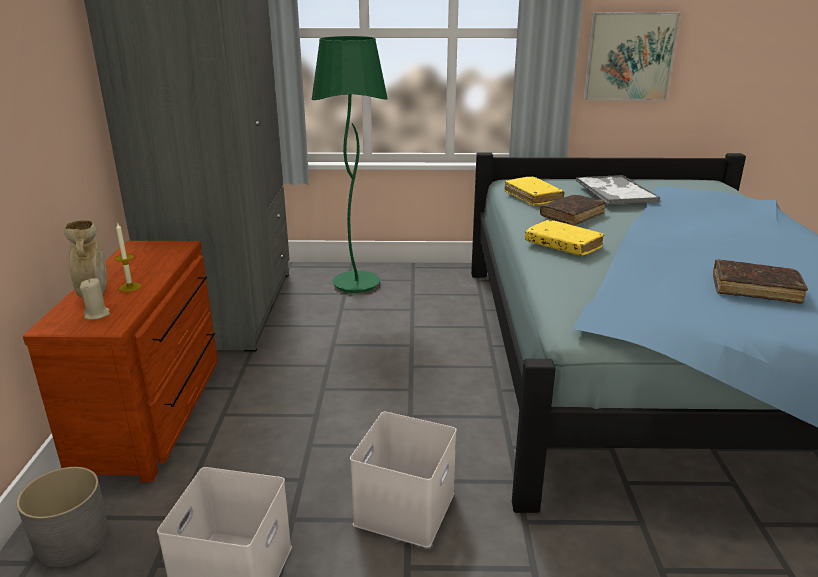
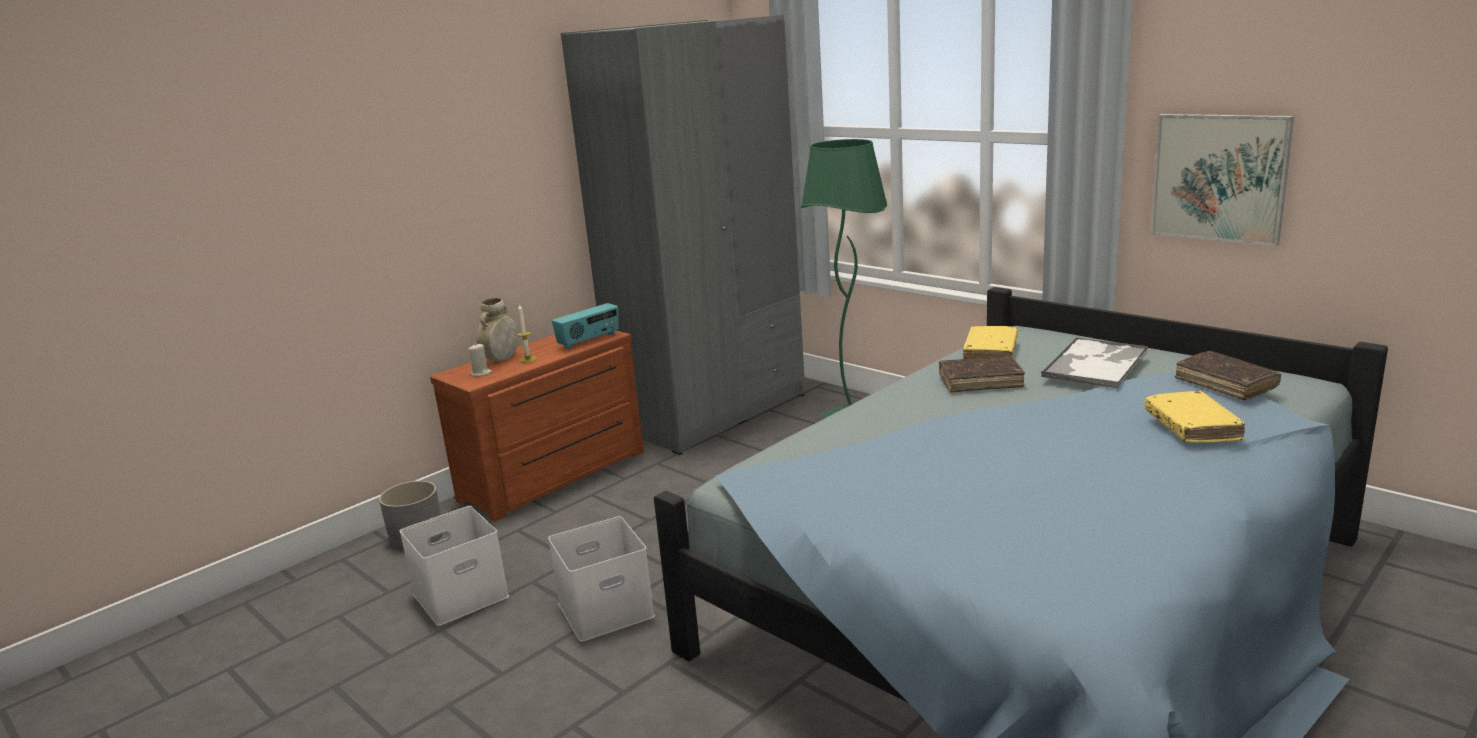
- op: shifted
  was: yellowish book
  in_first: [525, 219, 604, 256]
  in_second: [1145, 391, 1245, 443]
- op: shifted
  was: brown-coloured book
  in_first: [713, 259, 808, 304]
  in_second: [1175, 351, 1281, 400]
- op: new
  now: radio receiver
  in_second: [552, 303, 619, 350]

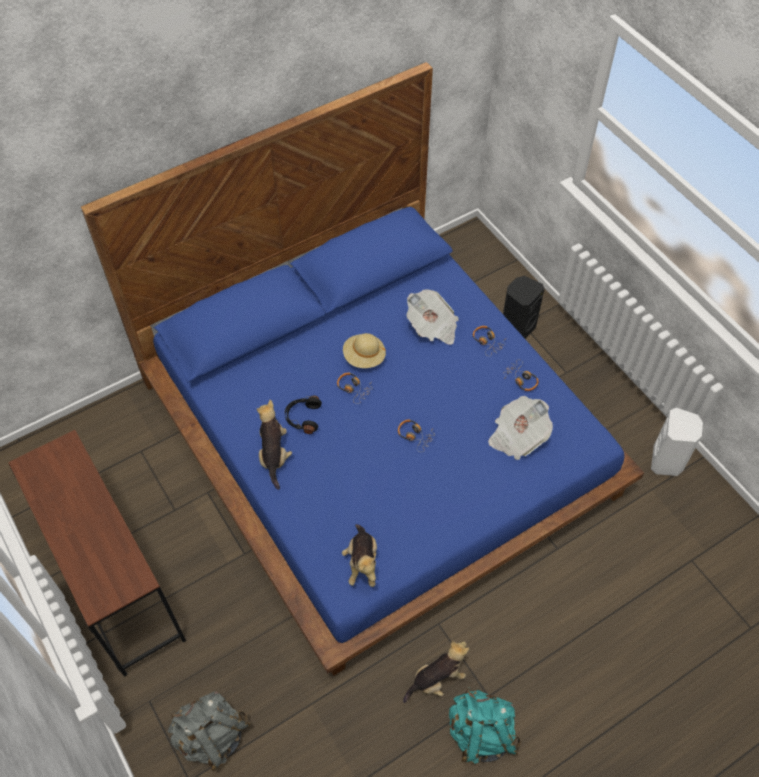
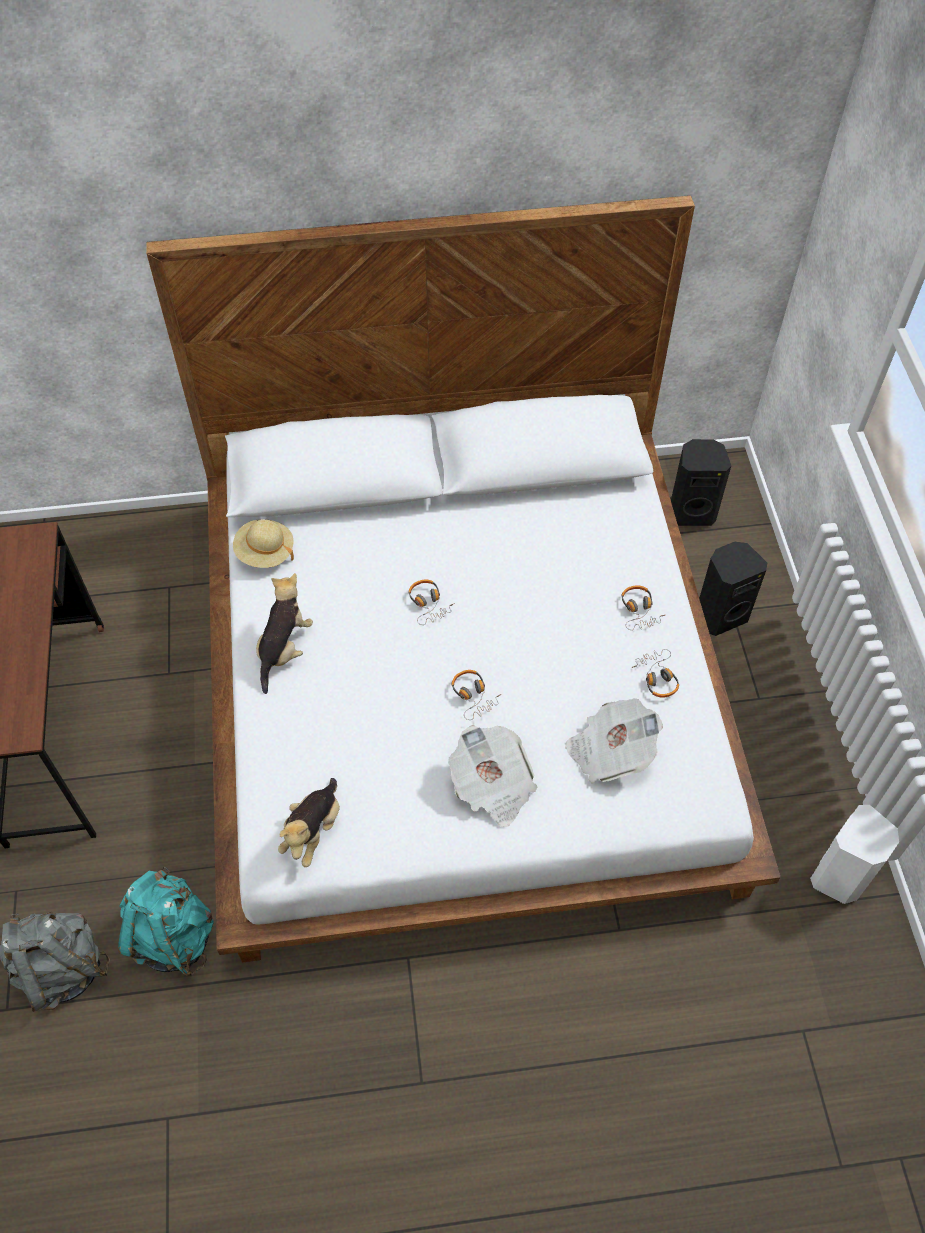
- op: repainted
  was: blue bed
  now: white bed
  in_first: [81, 62, 644, 676]
  in_second: [146, 195, 781, 962]
- op: shifted
  was: printed paper
  in_first: [406, 289, 458, 345]
  in_second: [448, 725, 538, 827]
- op: shifted
  was: beige-coloured wearable hat
  in_first: [343, 333, 386, 368]
  in_second: [233, 519, 294, 568]
- op: gone
  was: blackish pair of headphones
  in_first: [285, 395, 322, 434]
- op: gone
  was: soft toy
  in_first: [403, 641, 469, 703]
- op: shifted
  was: blue-green knapsack
  in_first: [449, 687, 521, 764]
  in_second: [118, 867, 214, 977]
- op: new
  now: blackish loudspeaker
  in_second: [671, 439, 731, 526]

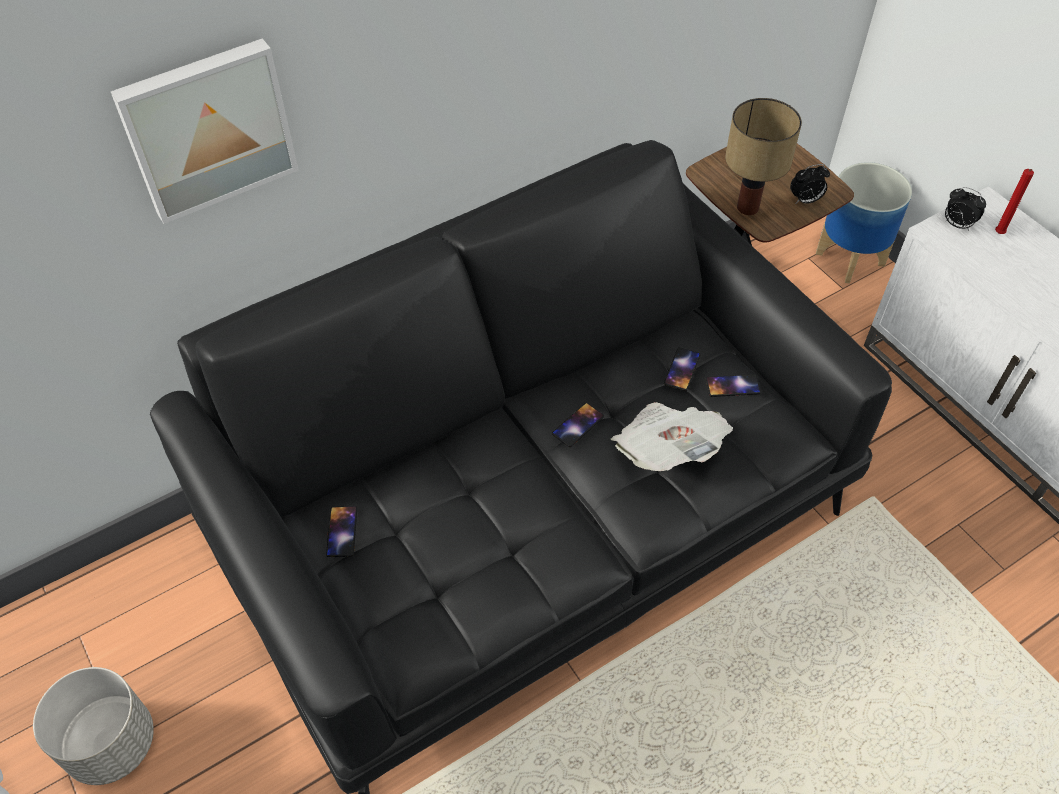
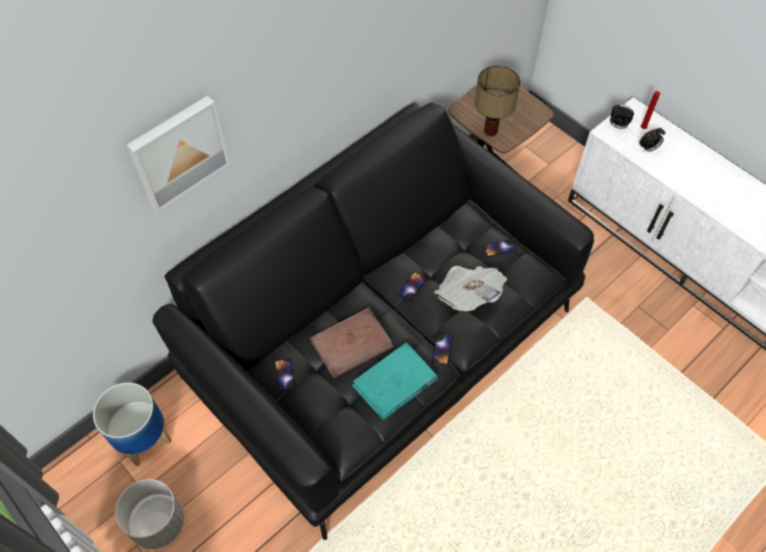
- op: shifted
  was: plant pot
  in_first: [816, 162, 912, 284]
  in_second: [93, 382, 171, 466]
- op: shifted
  was: alarm clock
  in_first: [790, 164, 830, 204]
  in_second: [639, 128, 665, 152]
- op: shifted
  was: telephone
  in_first: [664, 347, 701, 391]
  in_second: [432, 333, 453, 365]
- op: new
  now: brown-coloured book
  in_second: [310, 308, 394, 378]
- op: new
  now: blue-green book
  in_second: [352, 342, 438, 420]

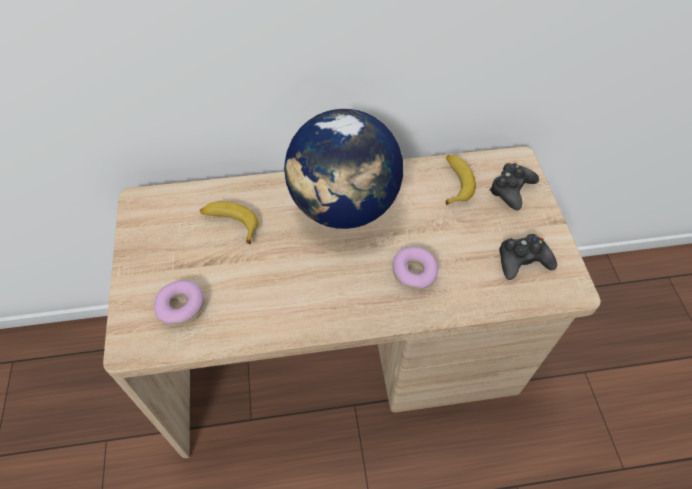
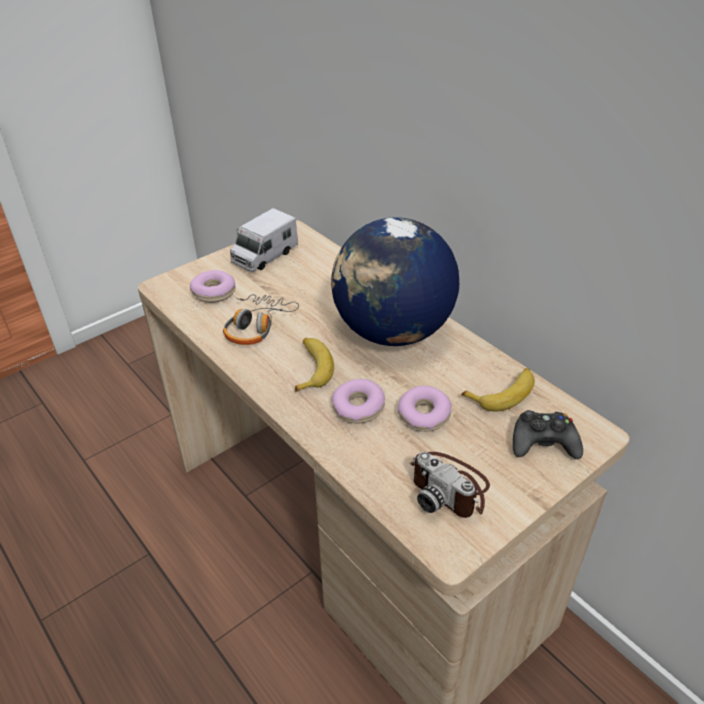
- op: shifted
  was: whole banana
  in_first: [200, 202, 258, 244]
  in_second: [295, 338, 334, 392]
- op: swapped
  was: blackish game controller
  now: photo camera
  in_first: [499, 234, 557, 280]
  in_second: [410, 452, 490, 518]
- op: new
  now: model truck
  in_second: [230, 208, 298, 272]
- op: new
  now: pair of headphones
  in_second: [223, 294, 299, 345]
- op: new
  now: donut
  in_second: [398, 386, 452, 432]

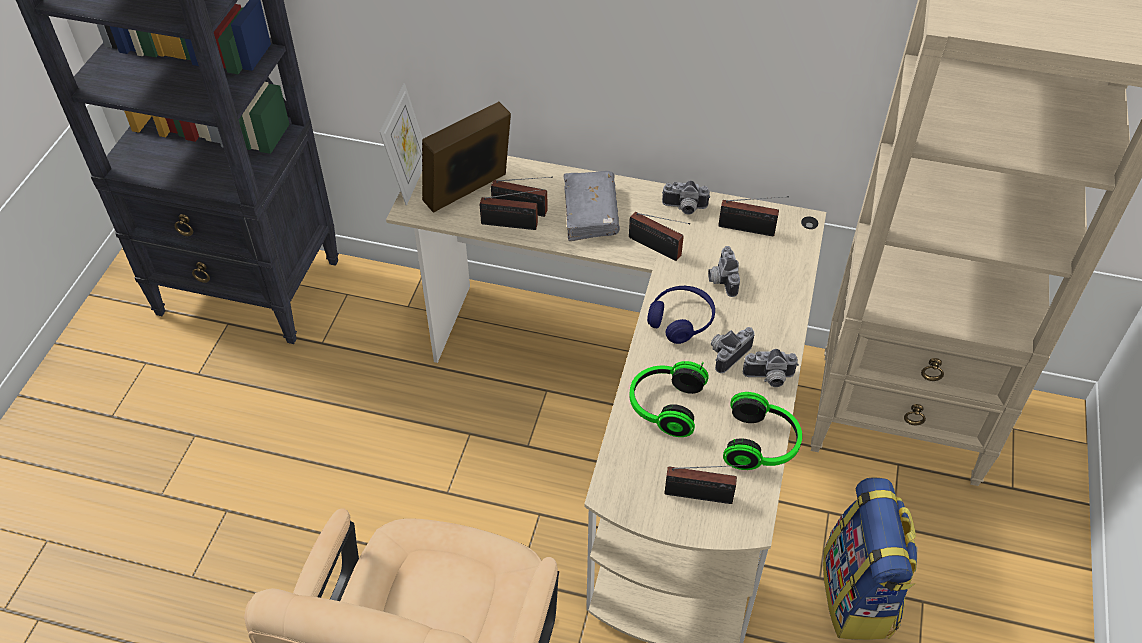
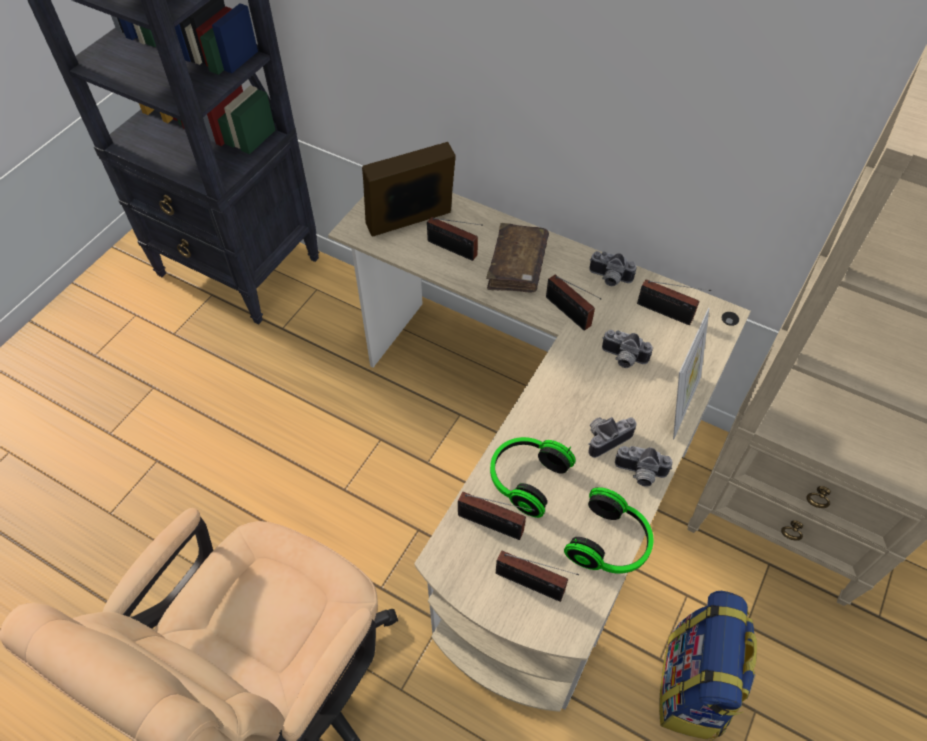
- op: shifted
  was: photo frame
  in_first: [380, 83, 423, 206]
  in_second: [673, 308, 709, 439]
- op: repainted
  was: grey book
  now: brown-coloured book
  in_first: [564, 171, 620, 241]
  in_second: [486, 223, 549, 293]
- op: shifted
  was: radio receiver
  in_first: [480, 189, 543, 230]
  in_second: [458, 492, 535, 540]
- op: rotated
  was: photo camera
  in_first: [708, 246, 740, 297]
  in_second: [602, 330, 653, 368]
  clockwise: -75
- op: gone
  was: blue pair of headphones
  in_first: [647, 286, 715, 344]

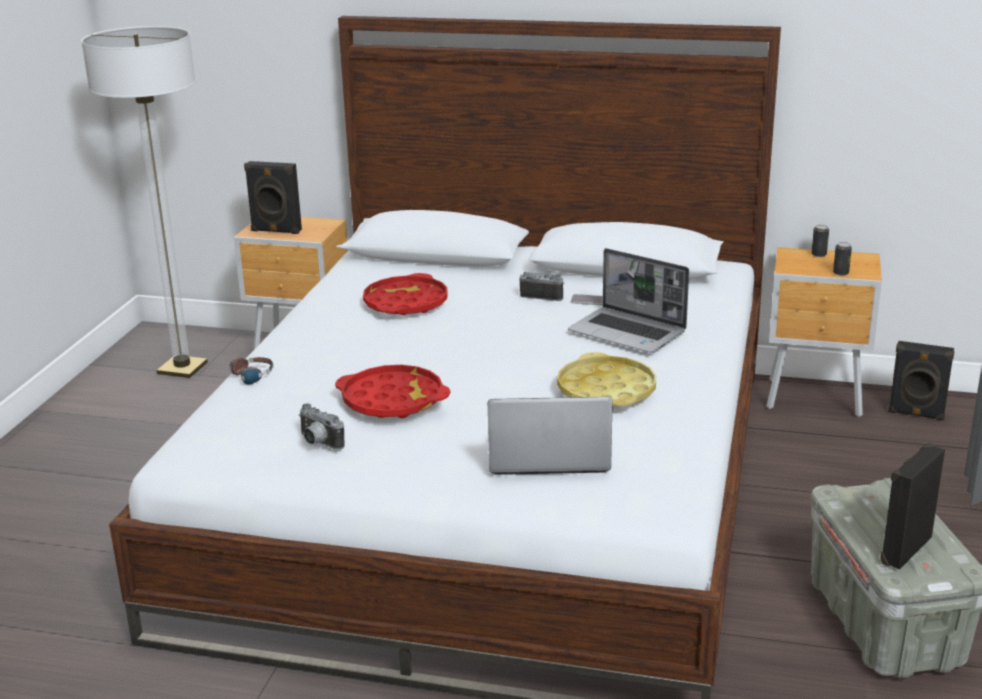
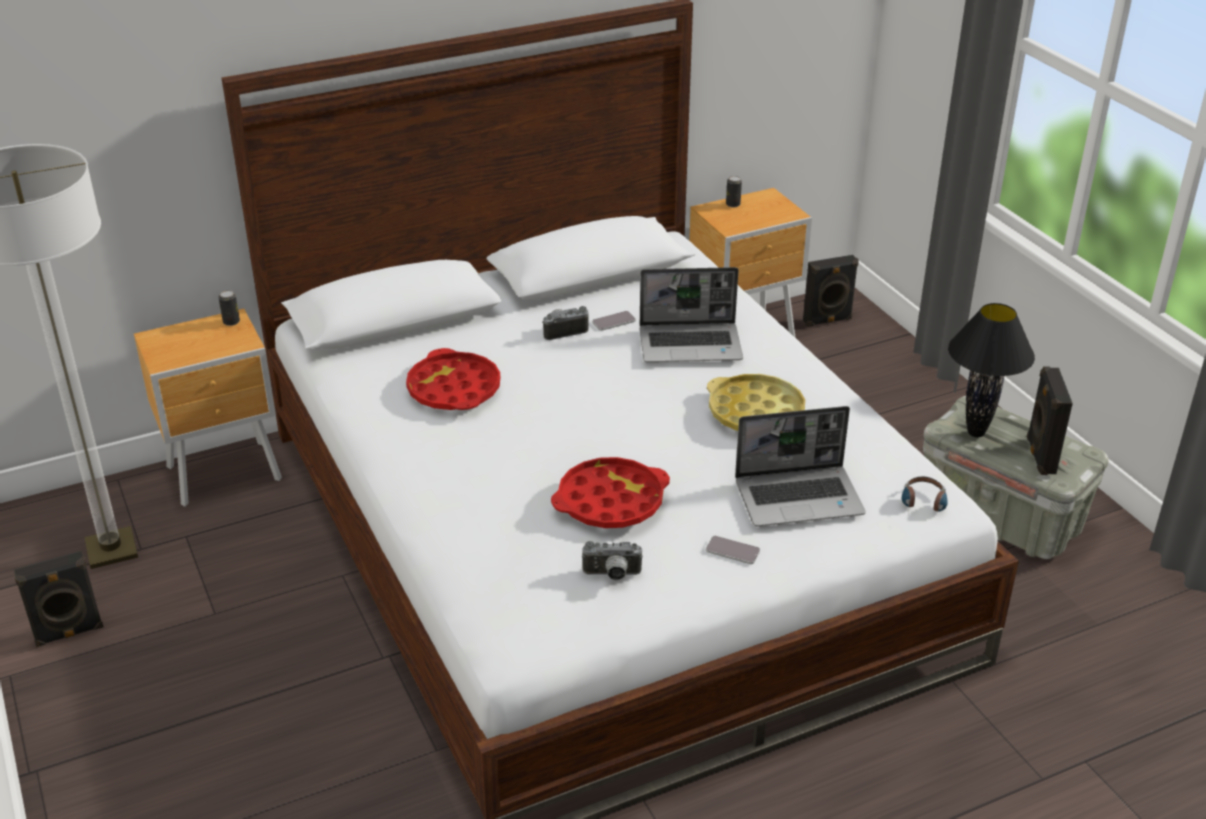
- op: shifted
  was: blackish loudspeaker
  in_first: [244, 161, 302, 234]
  in_second: [14, 551, 104, 647]
- op: shifted
  was: can
  in_first: [833, 242, 852, 276]
  in_second: [218, 290, 240, 326]
- op: shifted
  was: pair of headphones
  in_first: [212, 357, 274, 384]
  in_second: [902, 477, 948, 512]
- op: rotated
  was: laptop
  in_first: [488, 397, 613, 475]
  in_second: [735, 406, 866, 526]
  clockwise: -150
- op: new
  now: blackish lamp for a table
  in_second: [948, 303, 1035, 437]
- op: new
  now: telephone
  in_second: [706, 536, 760, 564]

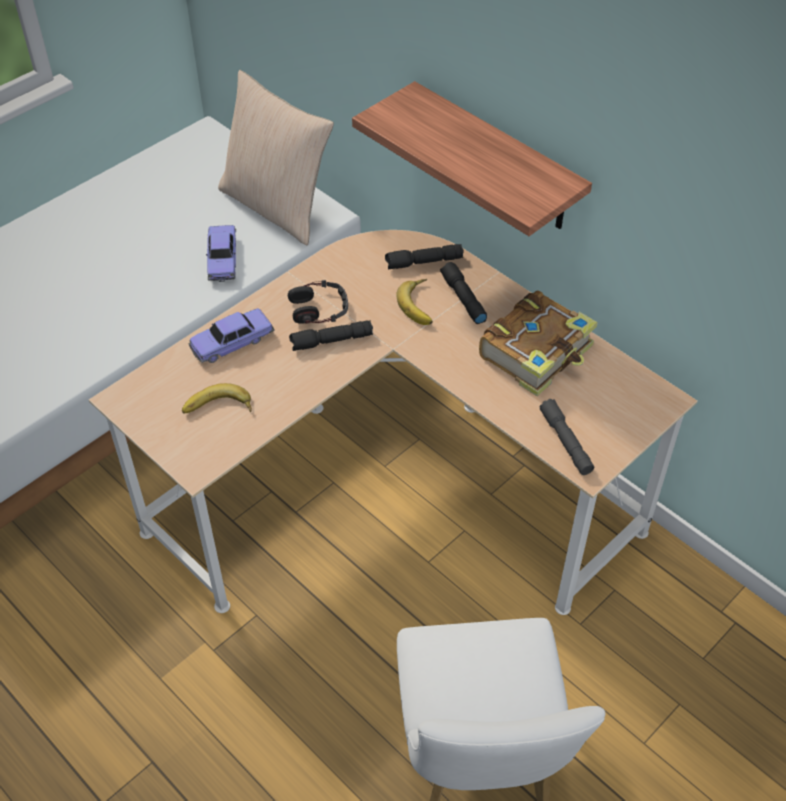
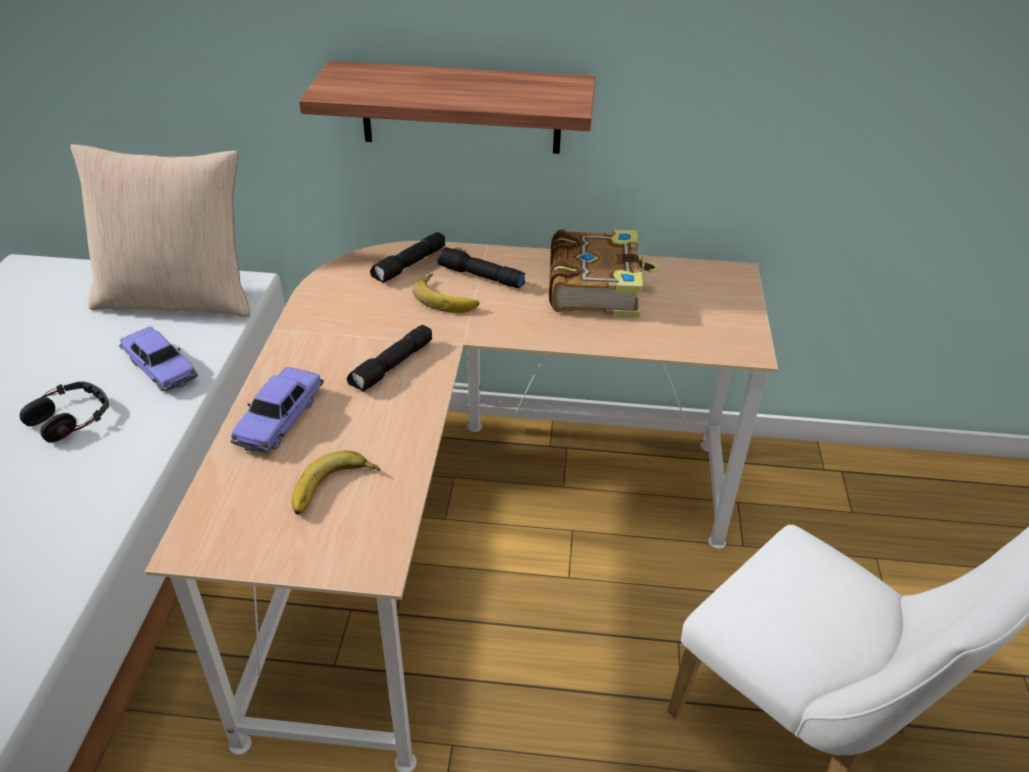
- op: shifted
  was: pair of headphones
  in_first: [288, 280, 348, 324]
  in_second: [20, 381, 109, 443]
- op: gone
  was: grey flashlight
  in_first: [540, 399, 594, 475]

